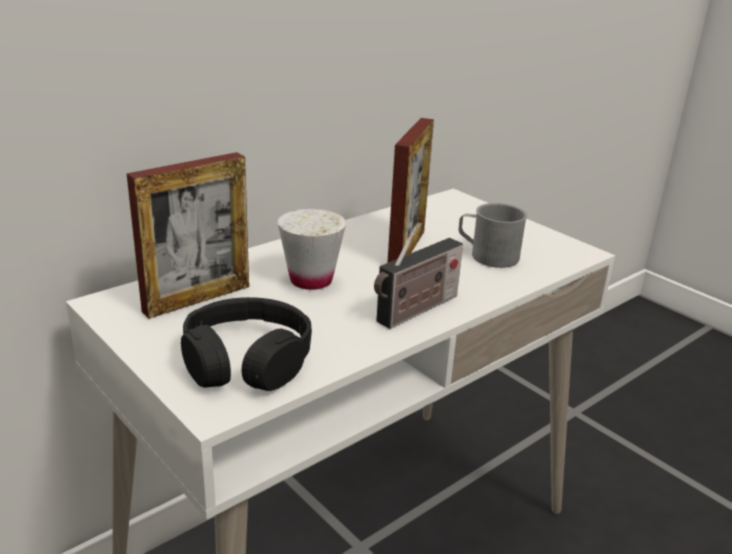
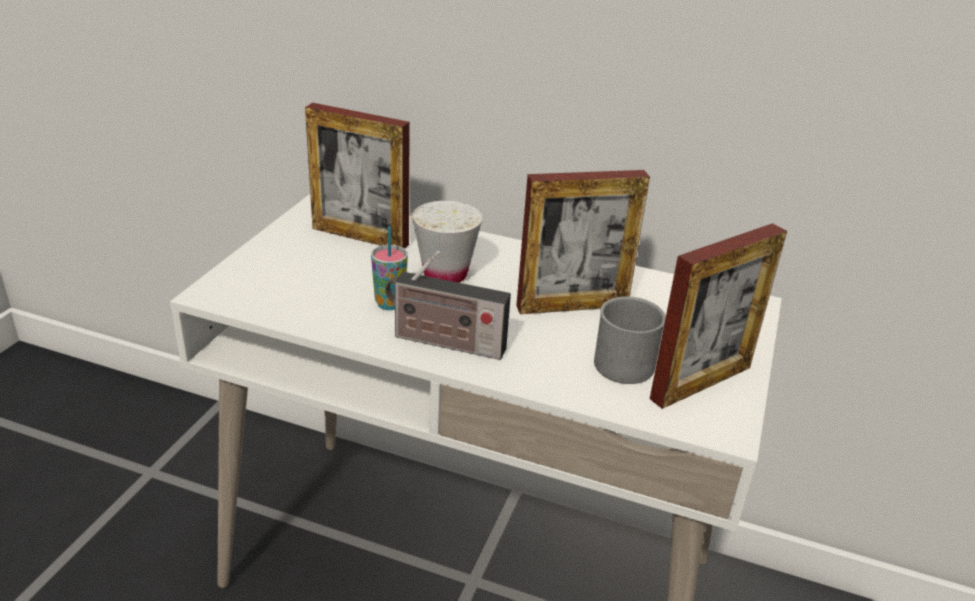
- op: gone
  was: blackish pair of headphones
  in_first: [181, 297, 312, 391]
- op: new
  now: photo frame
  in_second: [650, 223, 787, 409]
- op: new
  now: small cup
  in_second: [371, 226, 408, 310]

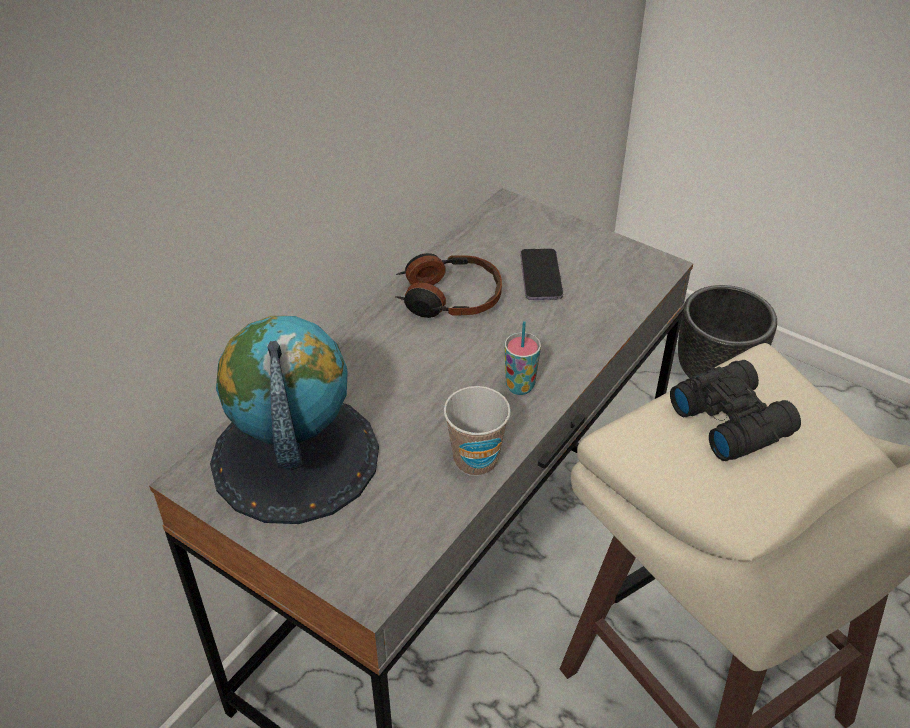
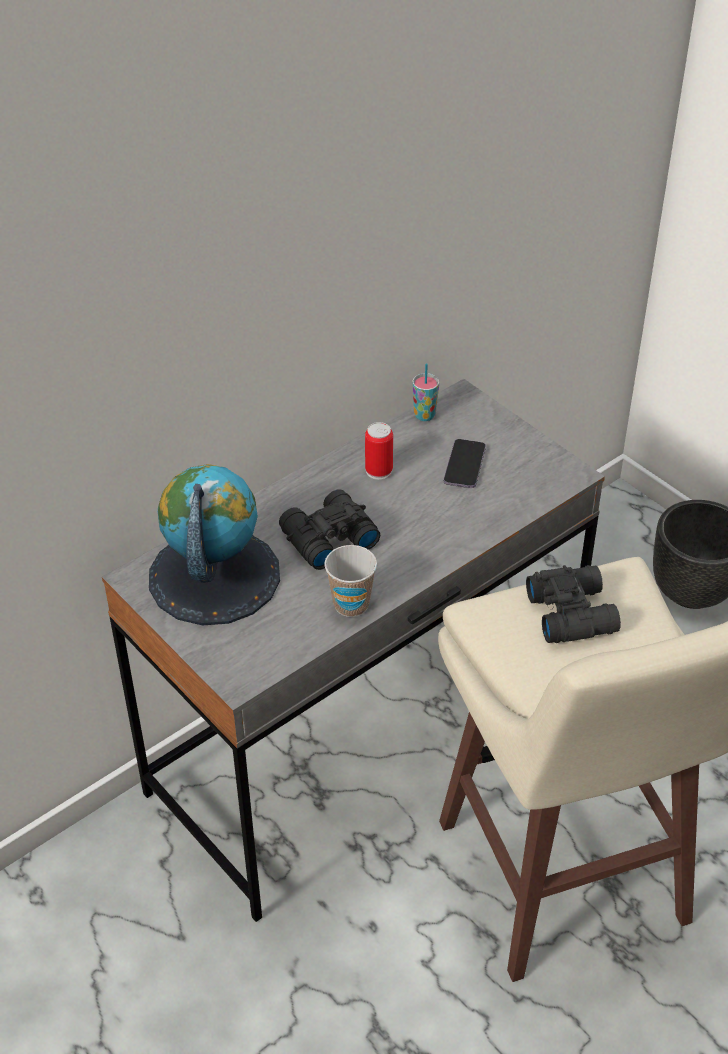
- op: swapped
  was: pair of headphones
  now: can
  in_first: [395, 253, 502, 318]
  in_second: [365, 422, 393, 480]
- op: shifted
  was: small cup
  in_first: [504, 321, 541, 395]
  in_second: [412, 363, 439, 421]
- op: new
  now: blackish field glasses
  in_second: [279, 489, 380, 570]

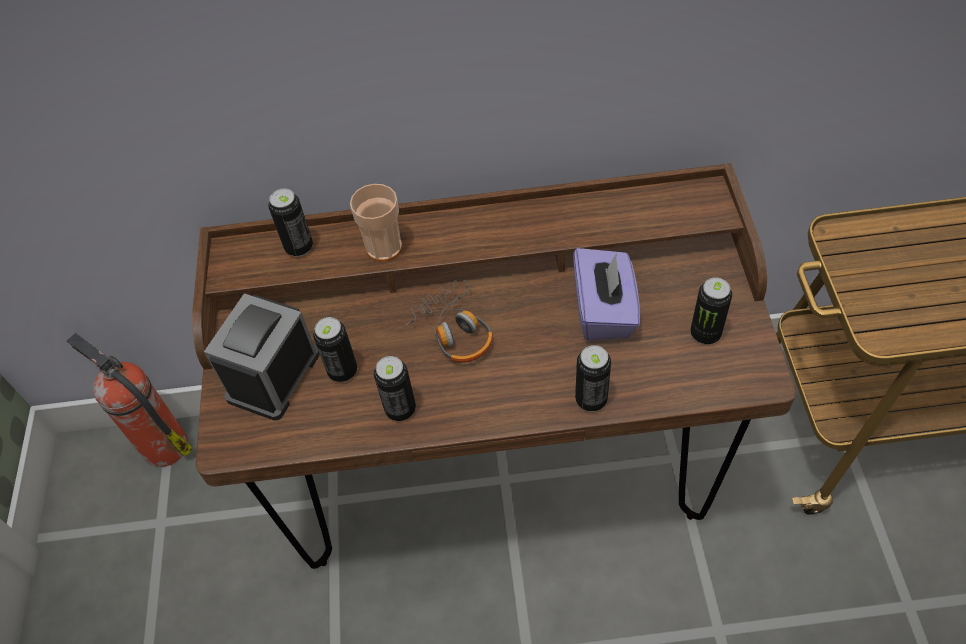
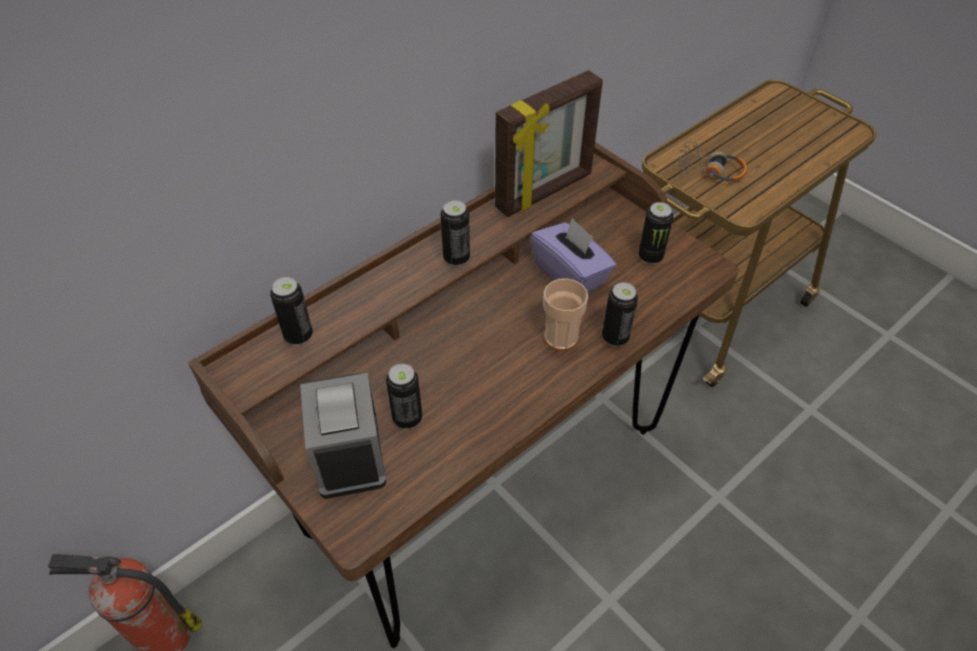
- op: shifted
  was: small cup
  in_first: [350, 184, 402, 262]
  in_second: [543, 278, 588, 351]
- op: shifted
  was: pair of headphones
  in_first: [406, 279, 493, 363]
  in_second: [678, 141, 747, 182]
- op: shifted
  was: can
  in_first: [374, 356, 416, 421]
  in_second: [441, 200, 470, 266]
- op: new
  now: photo frame
  in_second: [495, 70, 603, 217]

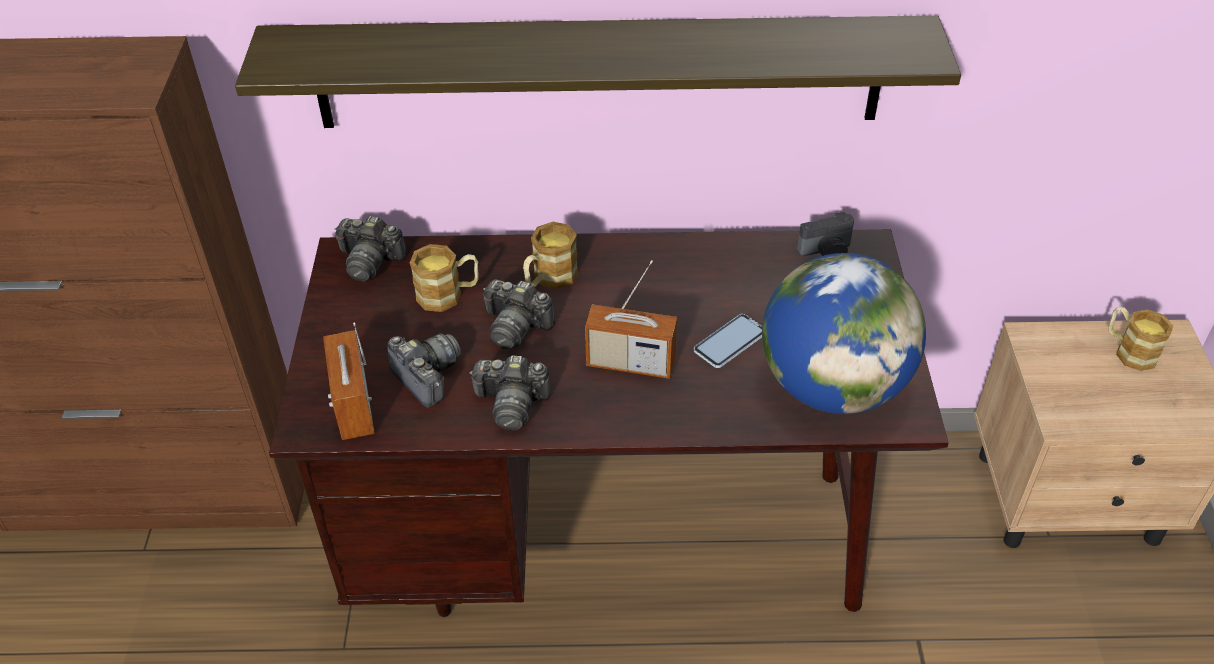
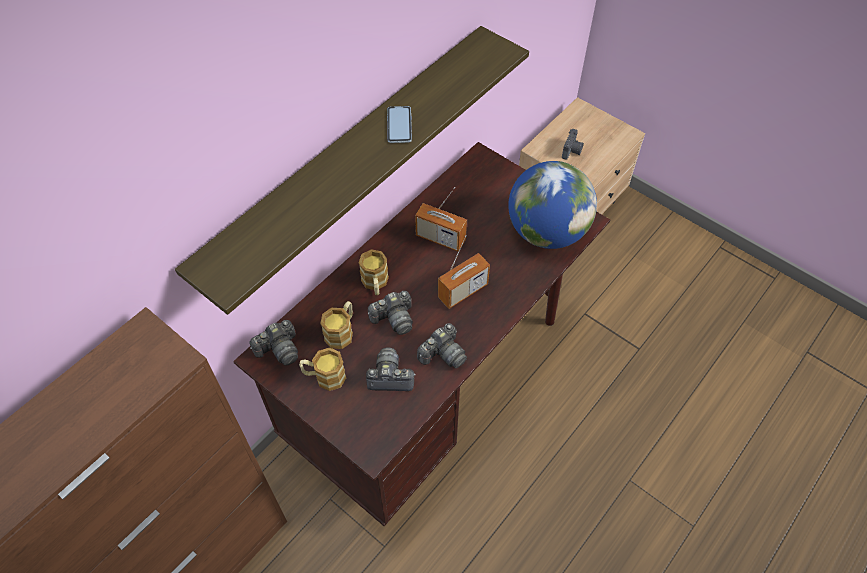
- op: shifted
  was: photo camera
  in_first: [797, 212, 854, 256]
  in_second: [562, 129, 584, 160]
- op: shifted
  was: tea mug
  in_first: [1108, 306, 1173, 371]
  in_second: [299, 347, 346, 391]
- op: shifted
  was: telephone
  in_first: [694, 314, 762, 368]
  in_second: [387, 106, 412, 143]
- op: shifted
  was: radio receiver
  in_first: [323, 323, 375, 440]
  in_second: [415, 187, 467, 252]

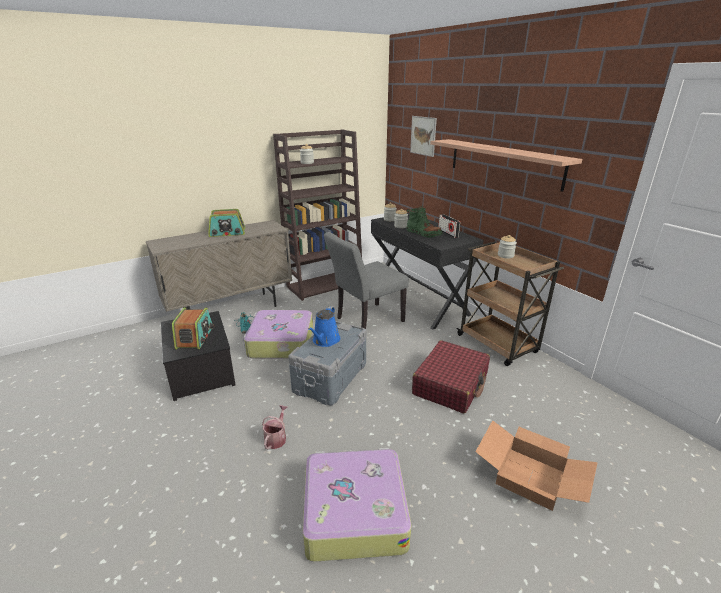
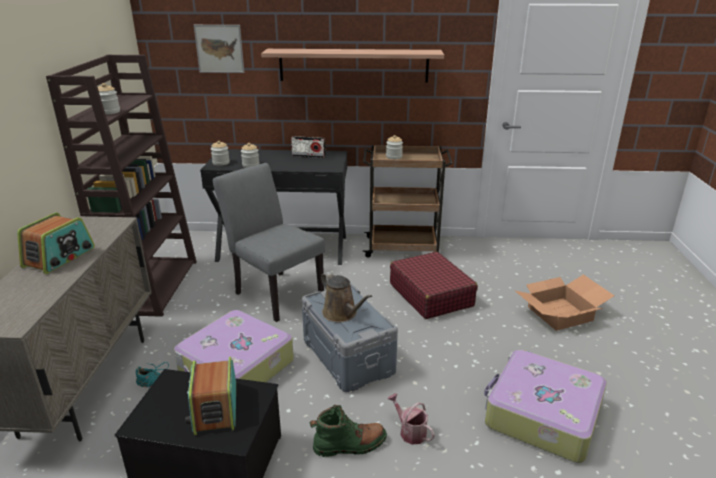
- op: shifted
  was: green-coloured tall boot
  in_first: [406, 206, 443, 238]
  in_second: [309, 405, 387, 457]
- op: rotated
  was: grey upright chair
  in_first: [324, 232, 409, 329]
  in_second: [213, 163, 325, 322]
  clockwise: 135
- op: repainted
  was: blue watering pot
  now: brown-coloured watering pot
  in_first: [308, 306, 340, 347]
  in_second: [321, 272, 372, 322]
- op: rotated
  was: radio receiver
  in_first: [172, 307, 215, 350]
  in_second: [186, 357, 236, 436]
  clockwise: -135

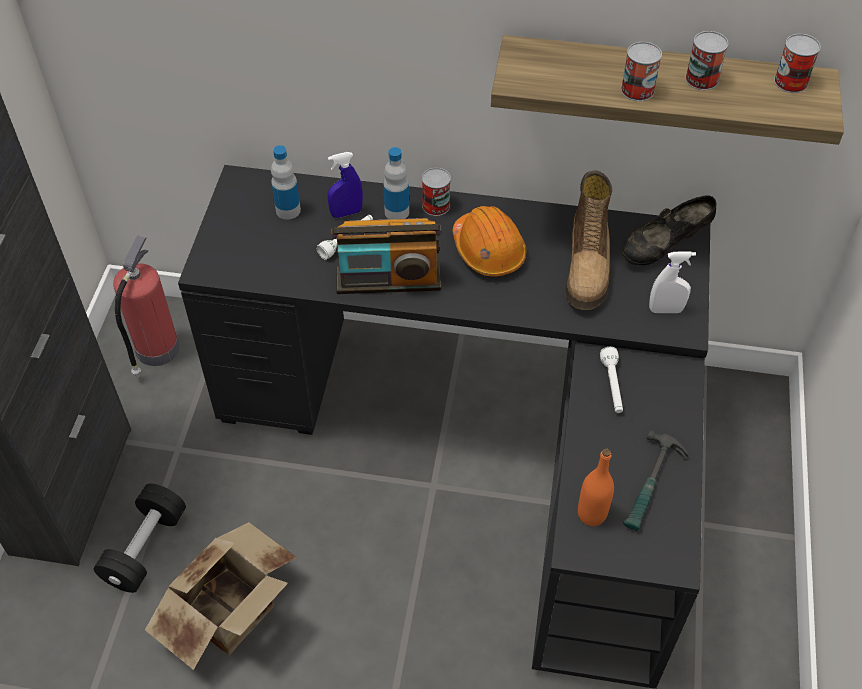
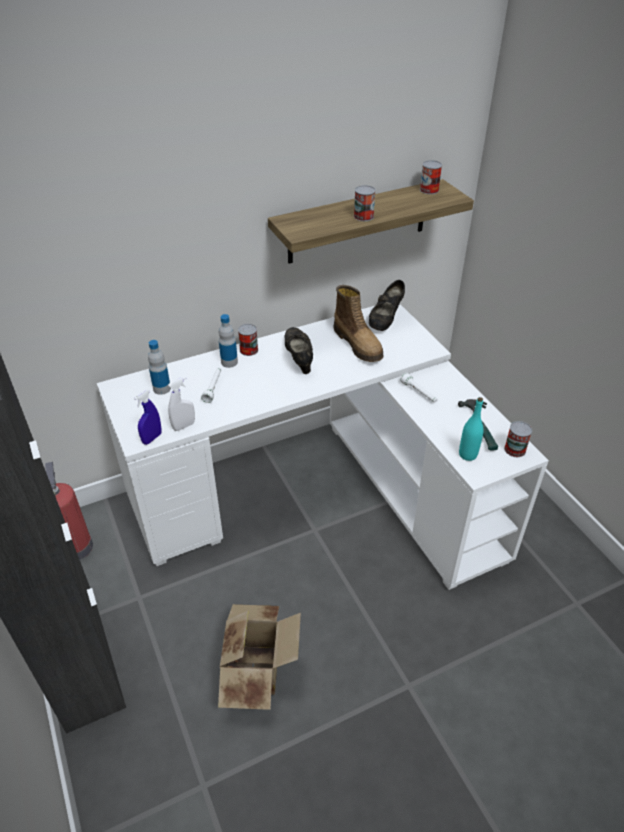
- op: shifted
  was: can
  in_first: [685, 31, 728, 90]
  in_second: [504, 421, 532, 457]
- op: shifted
  was: blue spray bottle
  in_first: [327, 152, 363, 218]
  in_second: [134, 390, 162, 445]
- op: repainted
  was: blackish desk table
  now: white desk table
  in_first: [178, 165, 710, 689]
  in_second: [97, 304, 549, 590]
- op: swapped
  was: orange-coloured hard hat
  now: blackish low shoe
  in_first: [452, 206, 527, 276]
  in_second: [285, 327, 313, 374]
- op: gone
  was: radio receiver
  in_first: [331, 218, 441, 294]
- op: shifted
  was: white spray bottle
  in_first: [649, 251, 696, 313]
  in_second: [168, 377, 195, 431]
- op: repainted
  was: orange-coloured beverage bottle
  now: blue-green beverage bottle
  in_first: [578, 449, 614, 526]
  in_second: [459, 397, 484, 461]
- op: gone
  was: blackish hand weight
  in_first: [94, 484, 186, 593]

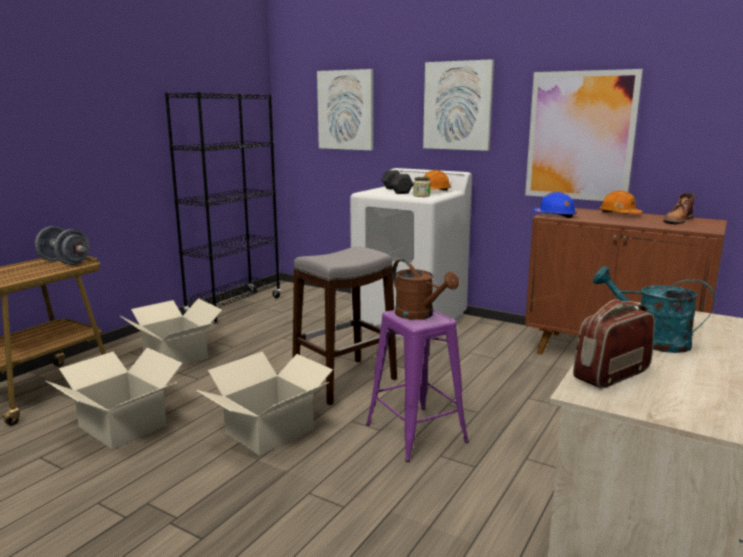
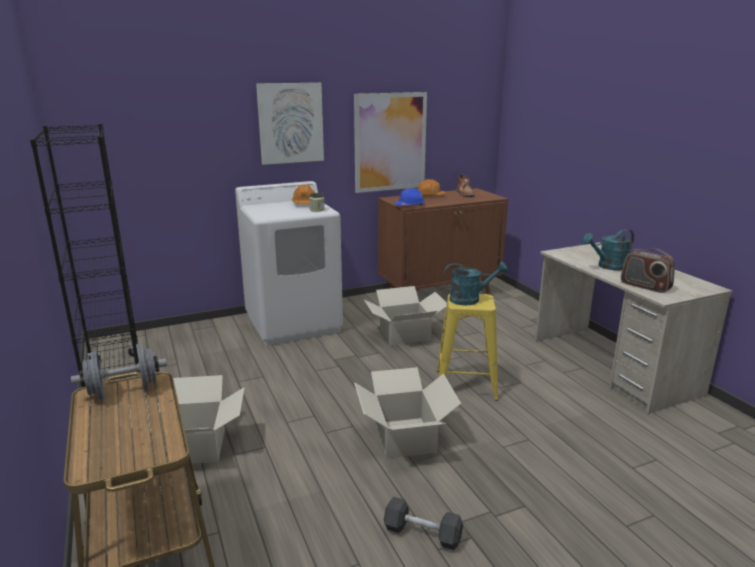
- op: gone
  was: wall picture
  in_first: [317, 69, 373, 150]
- op: shifted
  was: grey hand weight
  in_first: [381, 170, 413, 194]
  in_second: [384, 497, 463, 550]
- op: gone
  was: grey stool seat
  in_first: [292, 246, 397, 405]
- op: repainted
  was: brown-coloured watering pot
  now: blue-green watering pot
  in_first: [392, 259, 459, 320]
  in_second: [443, 262, 508, 305]
- op: rotated
  was: radio receiver
  in_first: [573, 299, 655, 388]
  in_second: [621, 248, 675, 293]
  clockwise: -45
- op: repainted
  was: purplish stool seat
  now: yellowish stool seat
  in_first: [366, 309, 469, 462]
  in_second: [437, 294, 499, 401]
- op: shifted
  was: packing box
  in_first: [46, 348, 183, 450]
  in_second: [363, 286, 447, 345]

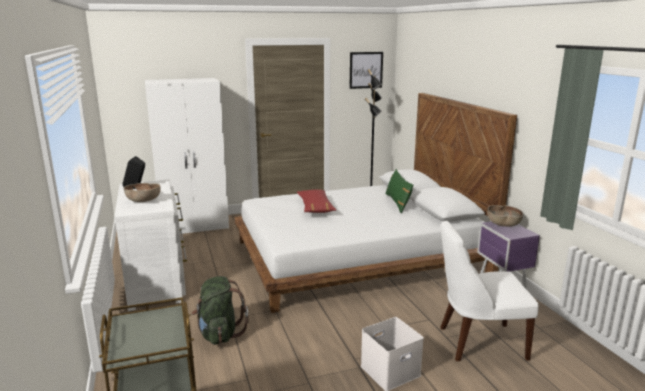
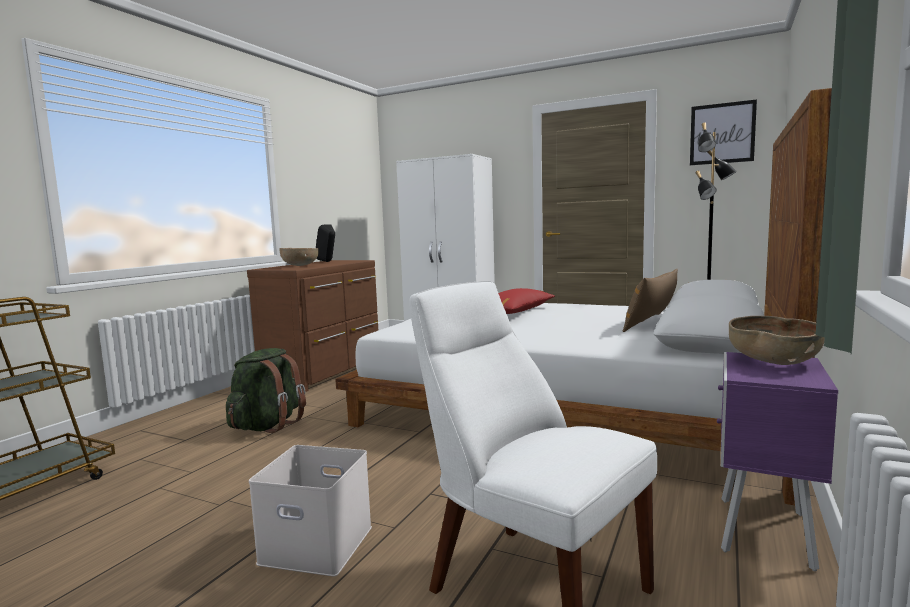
- op: repainted
  was: green-coloured cushion
  now: brown-coloured cushion
  in_first: [385, 169, 413, 214]
  in_second: [623, 269, 678, 332]
- op: repainted
  was: white chest of drawers
  now: brown-coloured chest of drawers
  in_first: [114, 180, 187, 311]
  in_second: [247, 260, 378, 392]

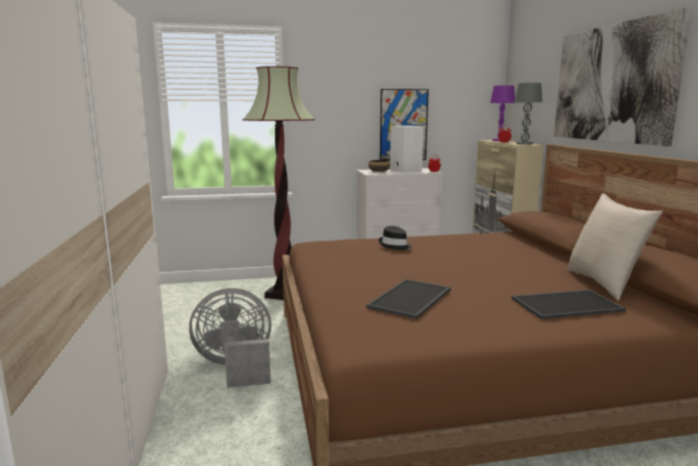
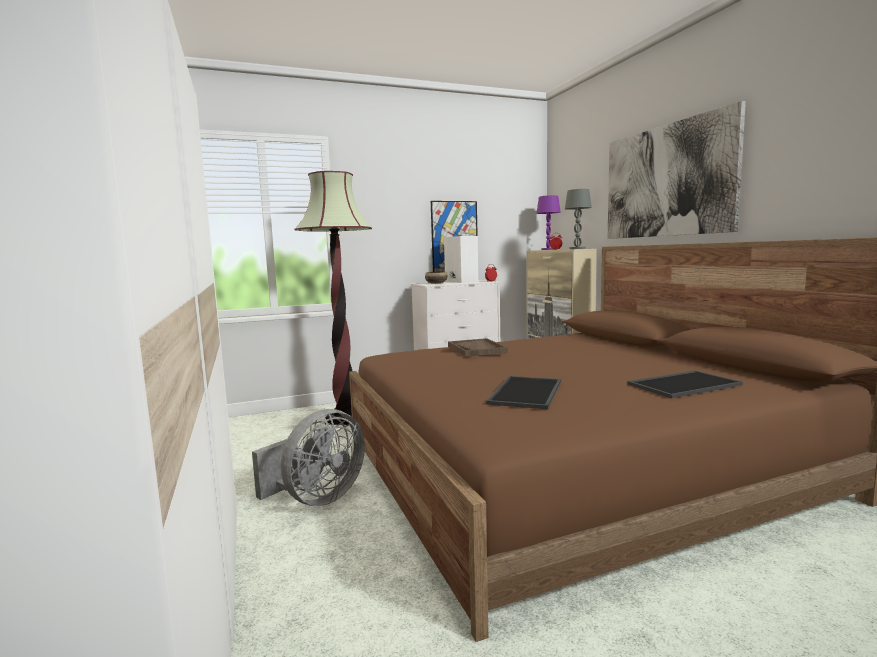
- op: gone
  was: beige-coloured cushion
  in_first: [567, 193, 663, 301]
- op: swapped
  was: blackish wearable hat
  now: brown-coloured carrying tray
  in_first: [379, 226, 412, 250]
  in_second: [448, 338, 508, 357]
- op: rotated
  was: grey fan
  in_first: [189, 288, 271, 388]
  in_second: [252, 409, 365, 506]
  clockwise: 150

